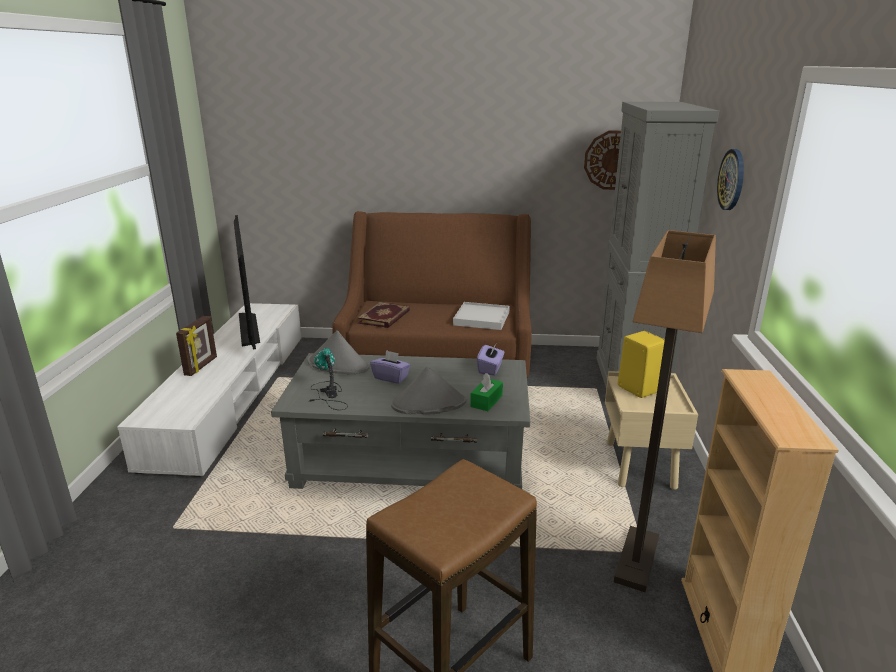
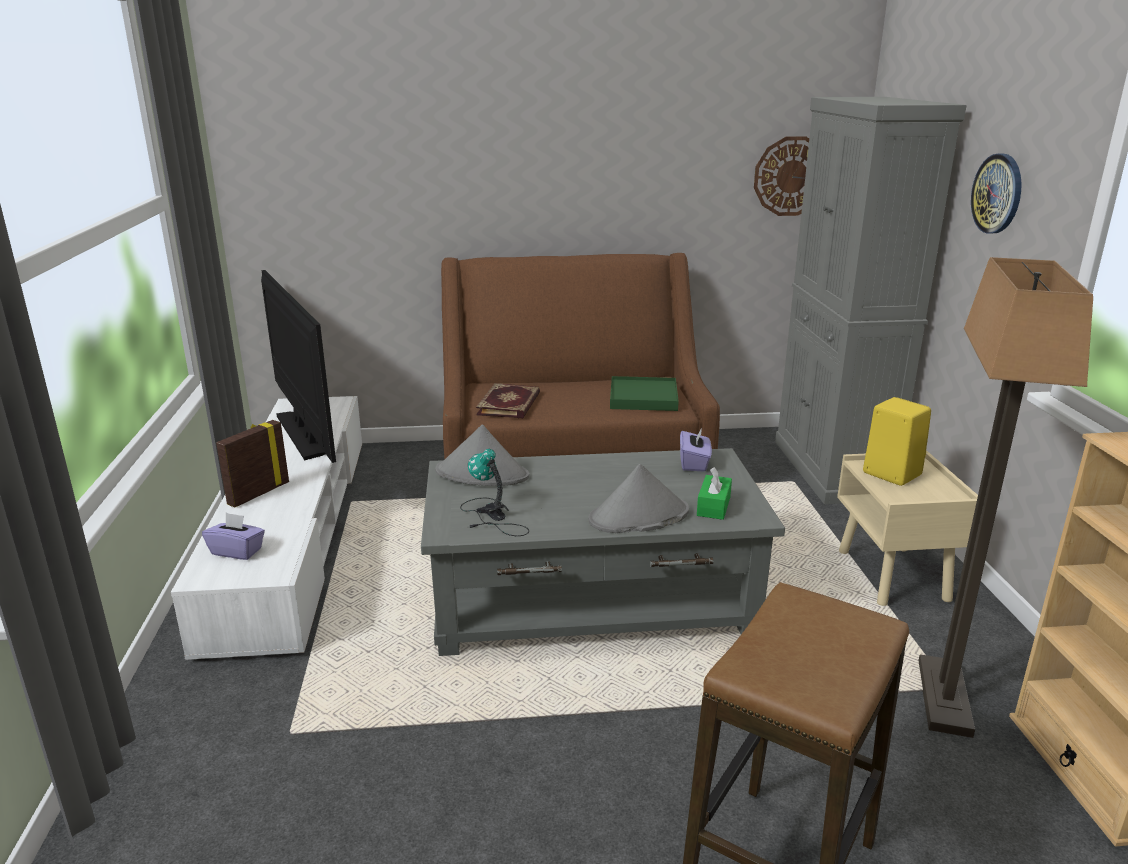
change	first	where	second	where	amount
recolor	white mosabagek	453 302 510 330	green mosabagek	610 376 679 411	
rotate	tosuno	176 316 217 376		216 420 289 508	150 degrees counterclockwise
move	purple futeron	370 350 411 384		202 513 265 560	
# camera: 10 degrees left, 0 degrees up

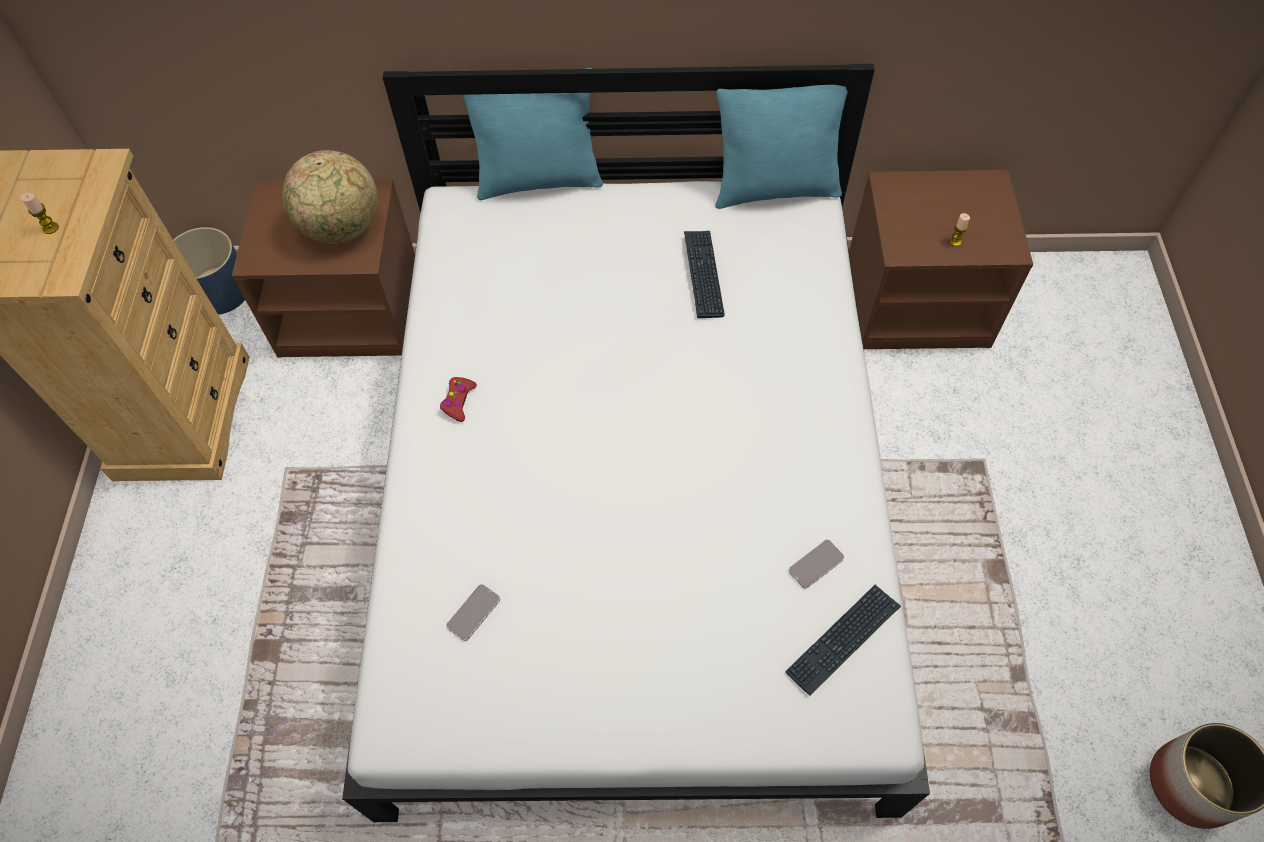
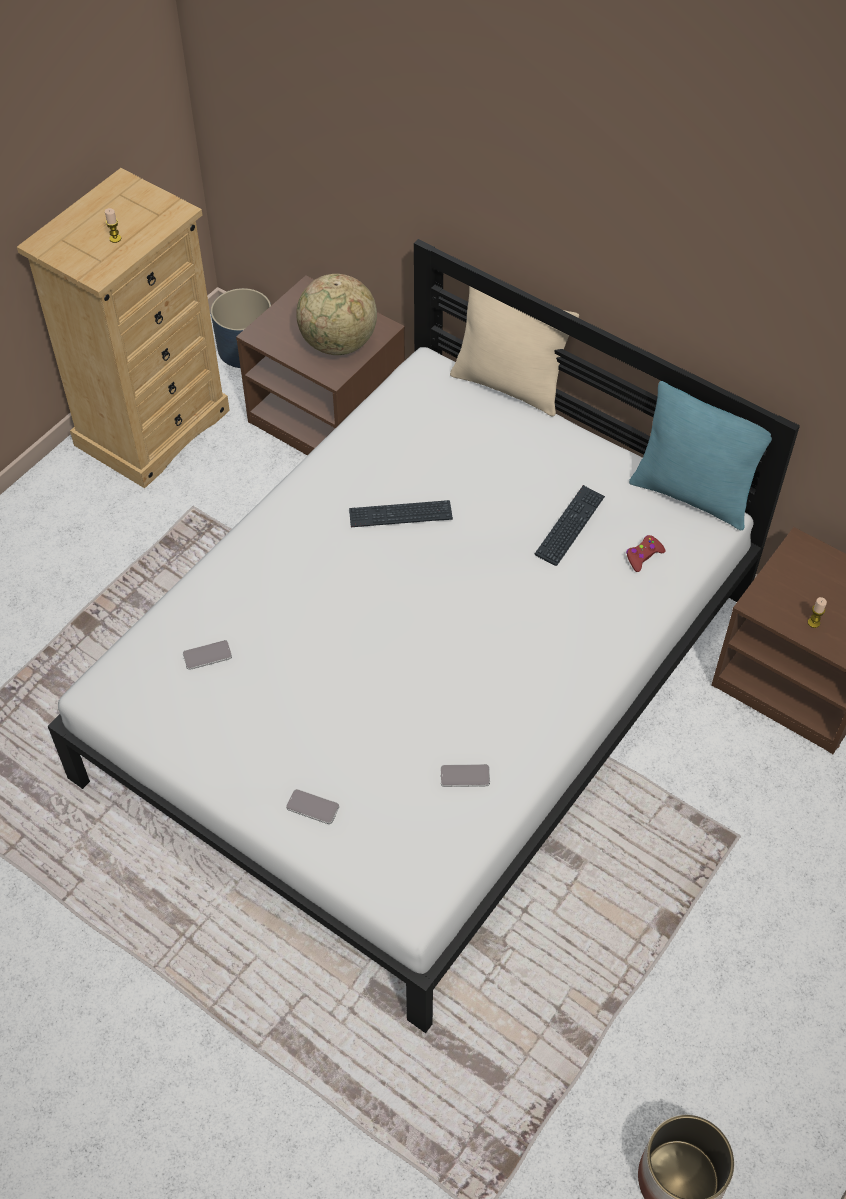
change	first	where	second	where	amount
recolor	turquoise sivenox	463 68 603 200	beige sivenox	450 286 579 416	
move	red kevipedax	440 377 477 422		626 535 666 572	
move	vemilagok	785 585 901 696		349 500 453 527	
insert			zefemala	286 789 339 824	
# camera: 35 degrees right, 5 degrees down

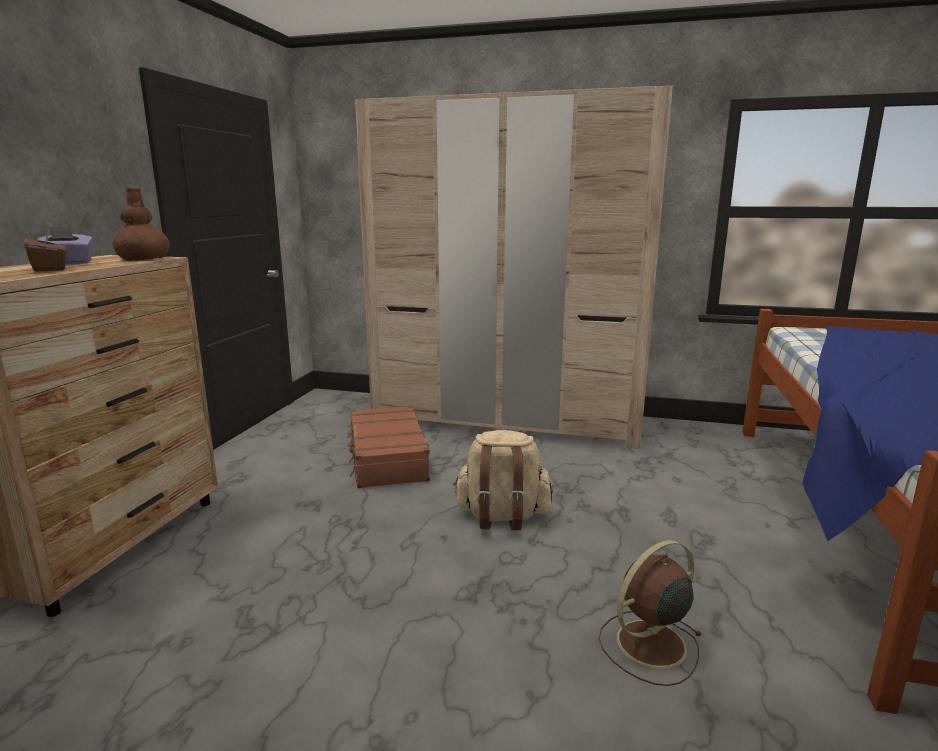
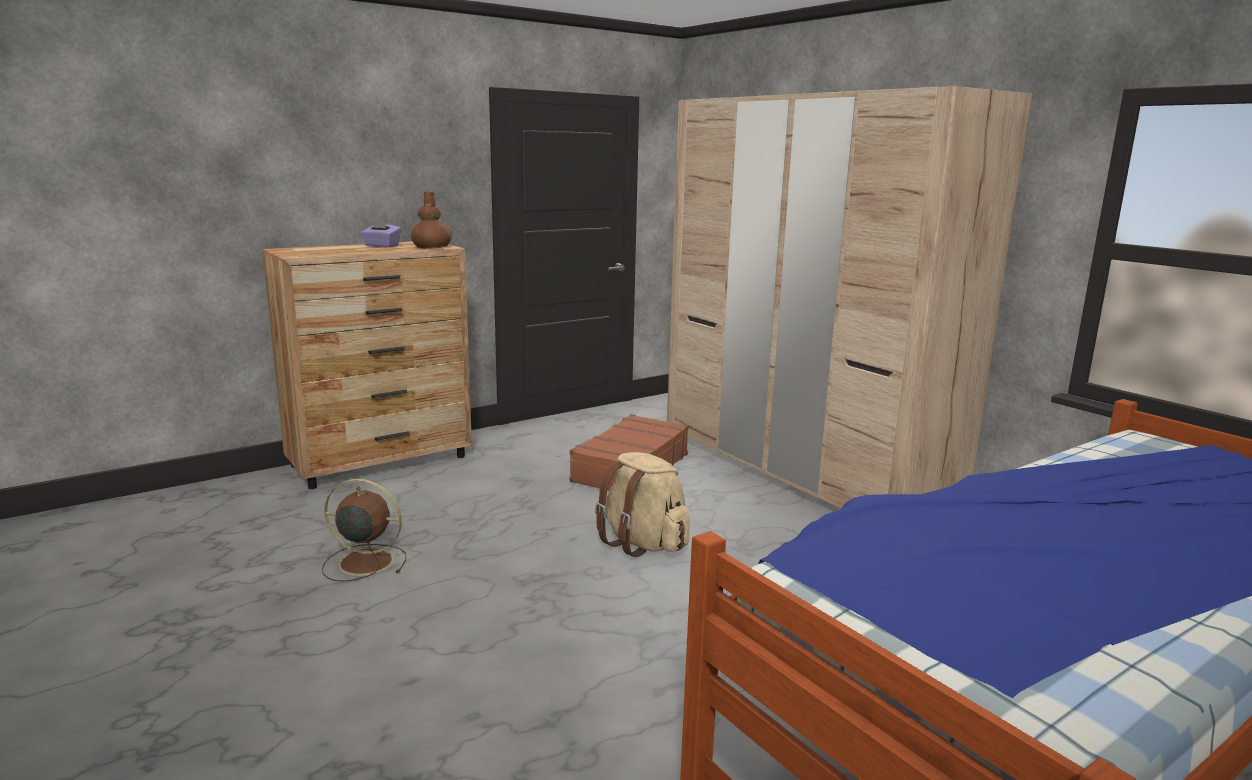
change	first	where	second	where	amount
delete	brown futeron	24 229 67 272			
move	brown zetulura	599 540 702 686		322 479 406 582	
# camera: 40 degrees right, 0 degrees up

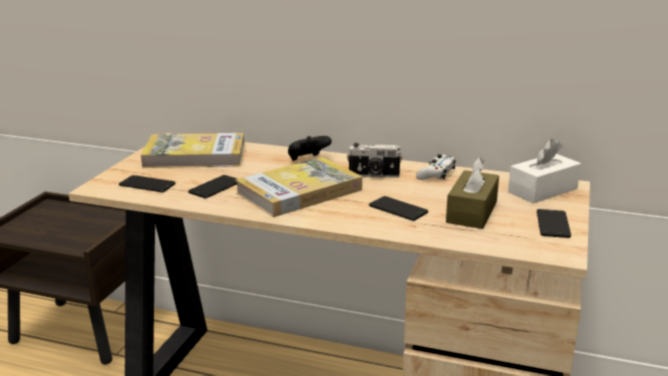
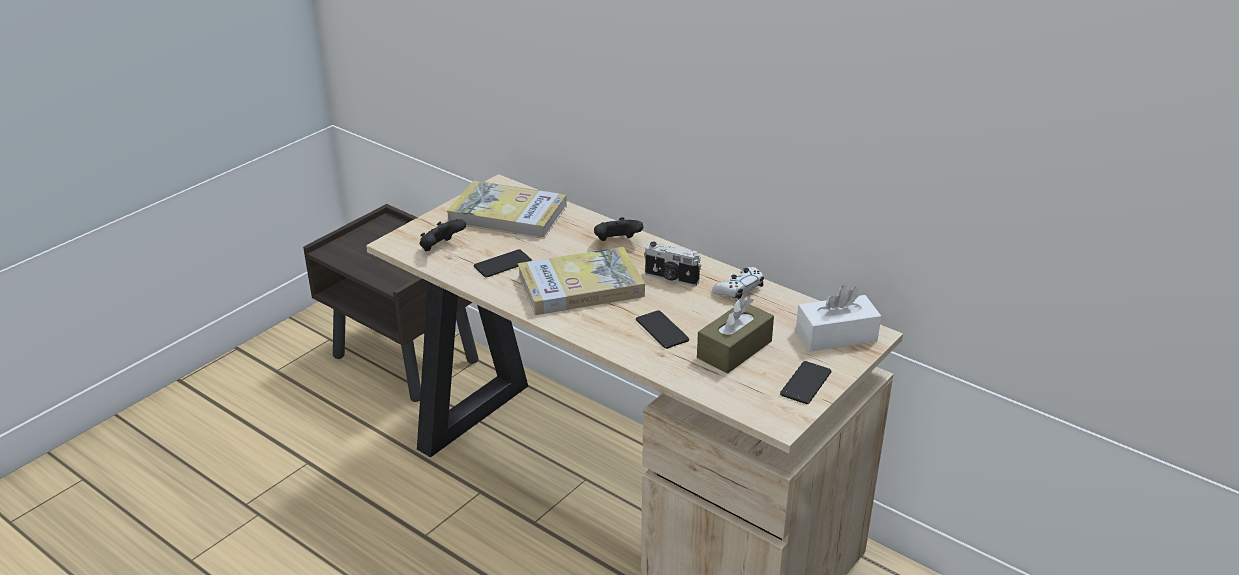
change	first	where	second	where	amount
replace	zefemala	119 175 176 193	black kevipedax	419 219 466 251	
# camera: 20 degrees right, 10 degrees up

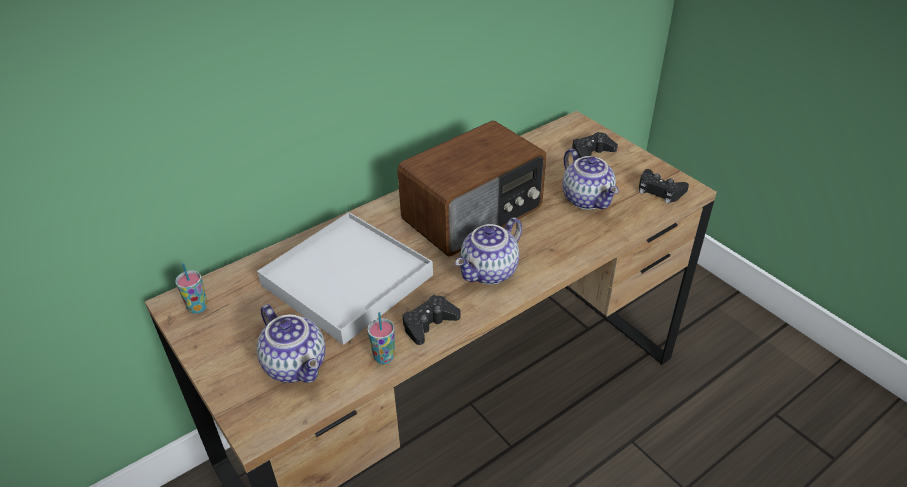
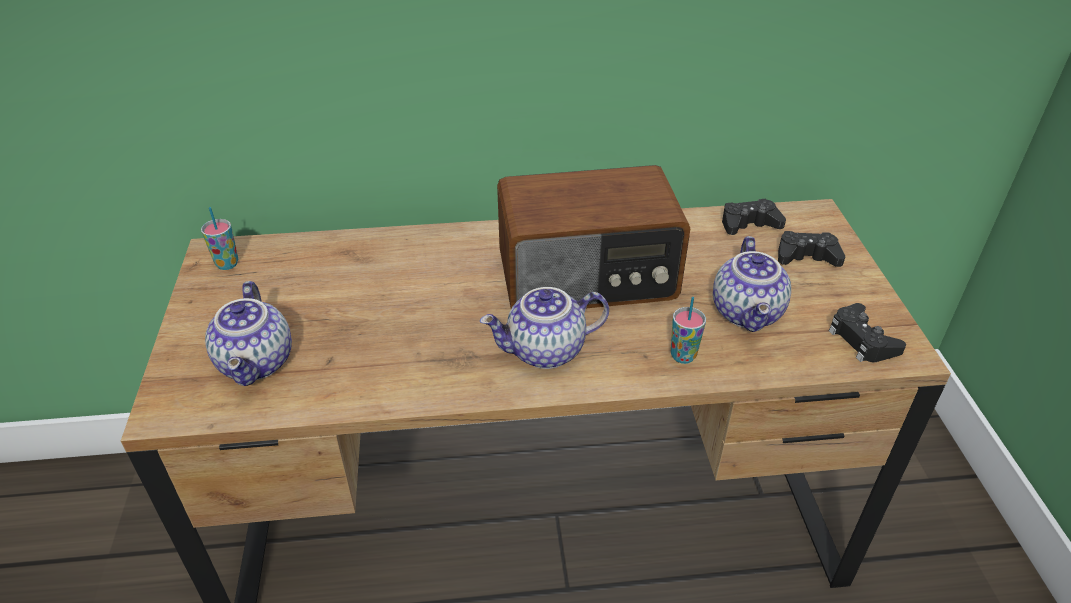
change	first	where	second	where	amount
delete	white mosabagek	257 212 433 345			
move	black kevipedax	403 295 461 345		722 199 786 235	
move	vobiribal	367 312 395 364		671 297 706 364	
# camera: 30 degrees right, 0 degrees up

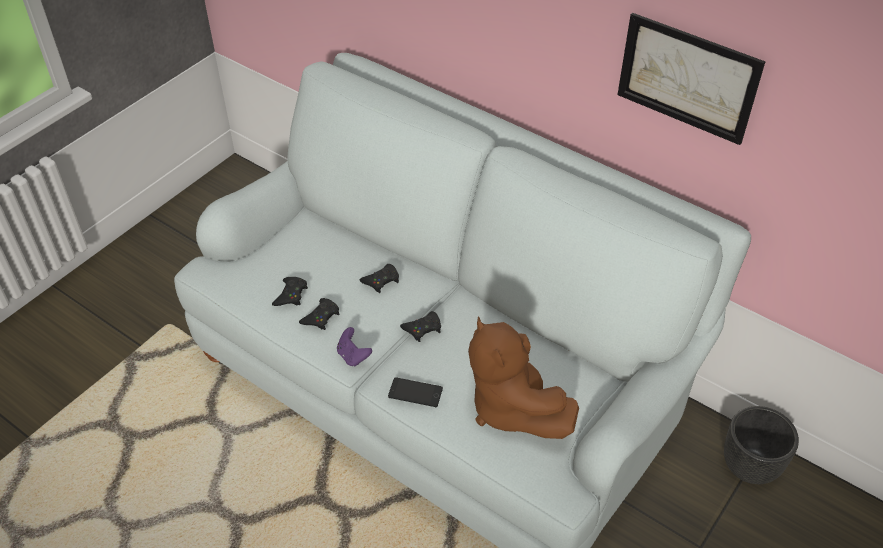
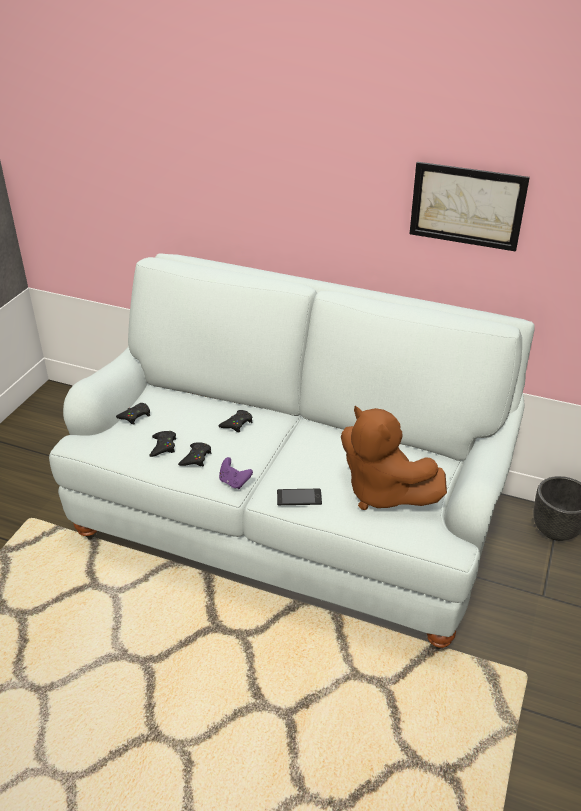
change	first	where	second	where	amount
move	black kevipedax	400 311 441 342		116 403 150 425	
# camera: 15 degrees left, 10 degrees down

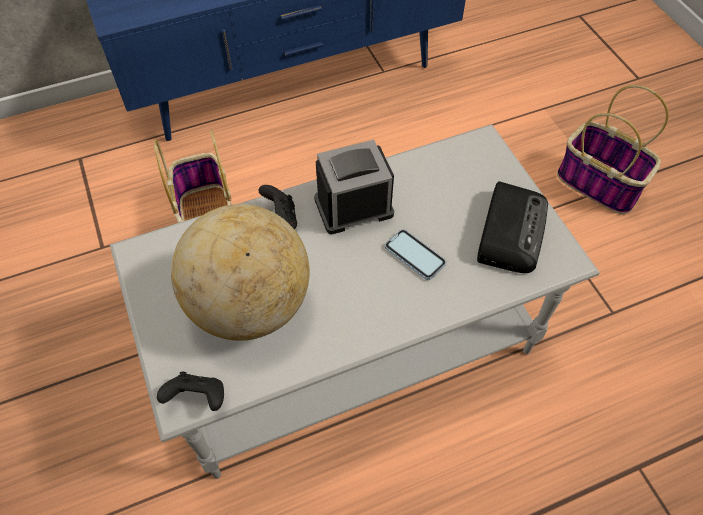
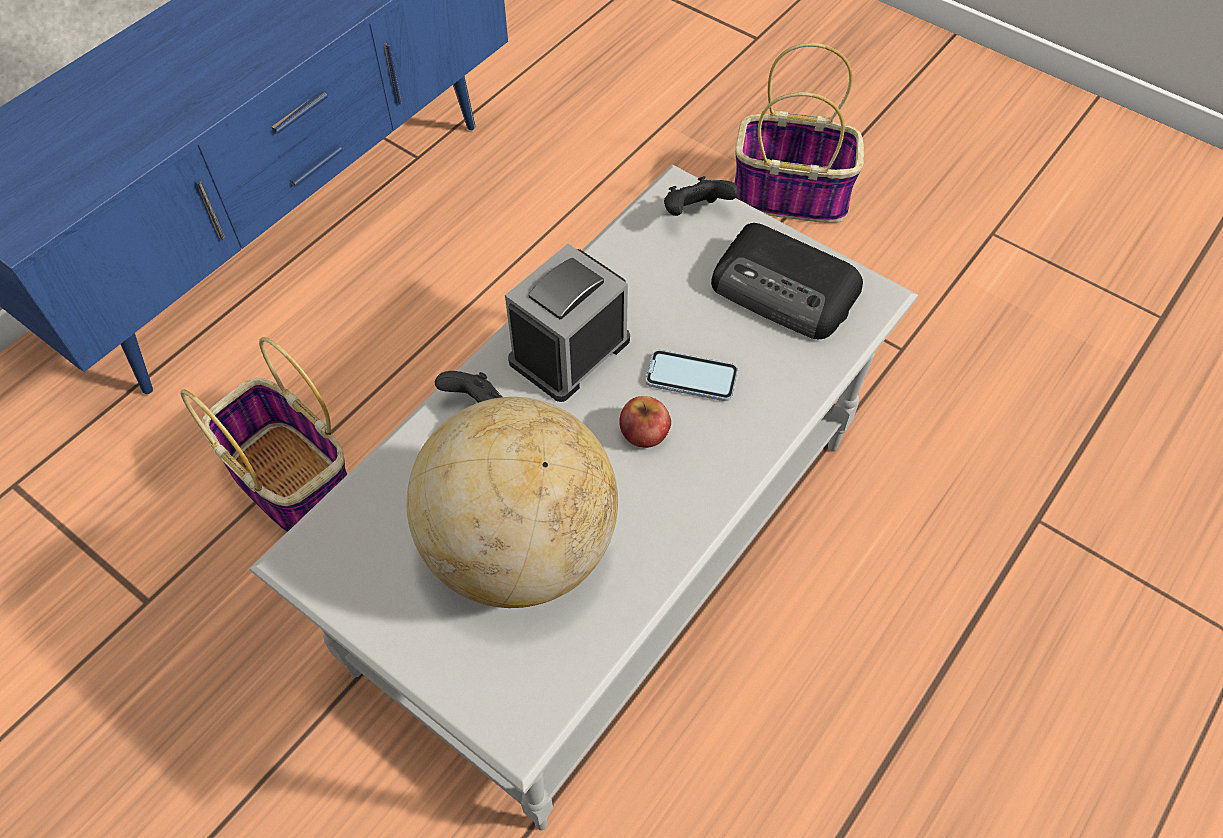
change	first	where	second	where	amount
rotate	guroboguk	477 181 548 273		711 223 863 339	135 degrees clockwise
move	black kevipedax	157 372 224 411		664 176 739 216	
insert			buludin	619 396 671 448	
# camera: 30 degrees left, 0 degrees up

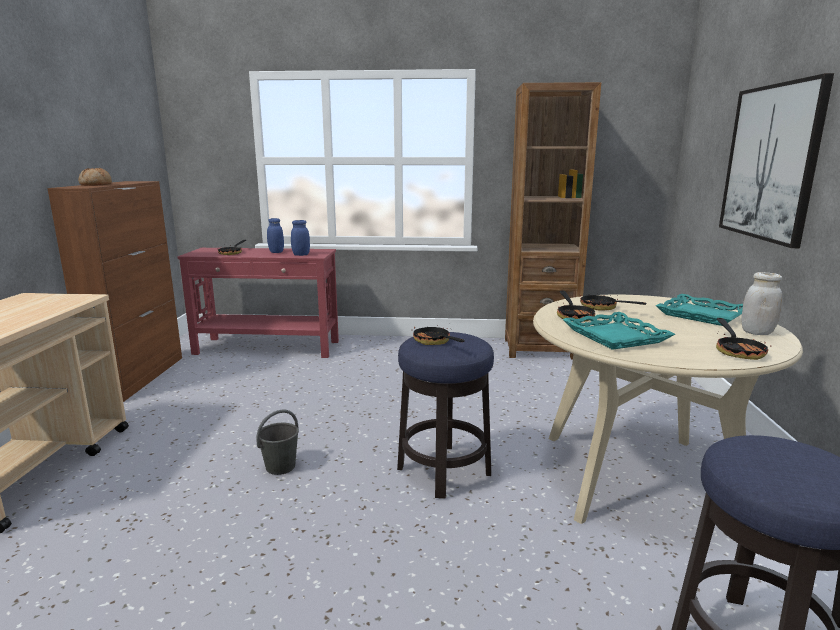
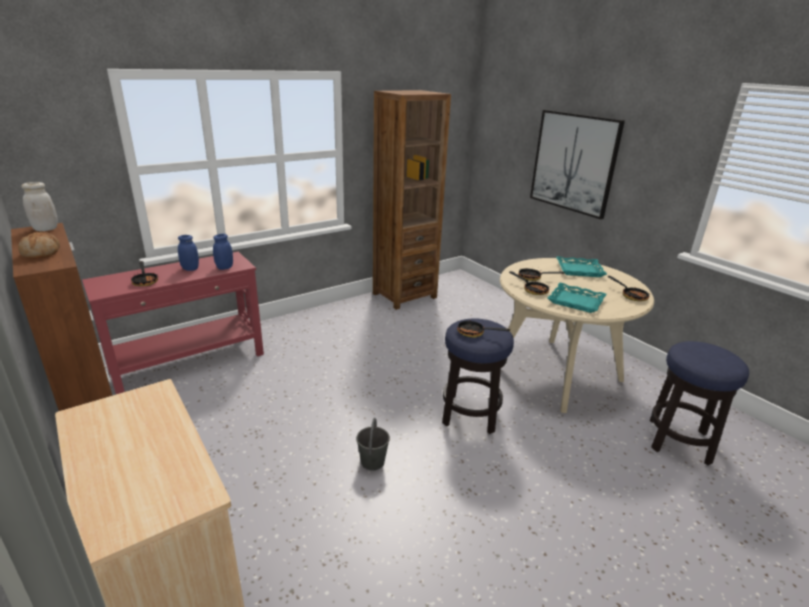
change	first	where	second	where	amount
move	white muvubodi	741 272 782 335		21 182 58 231	
# camera: 40 degrees left, 10 degrees up

